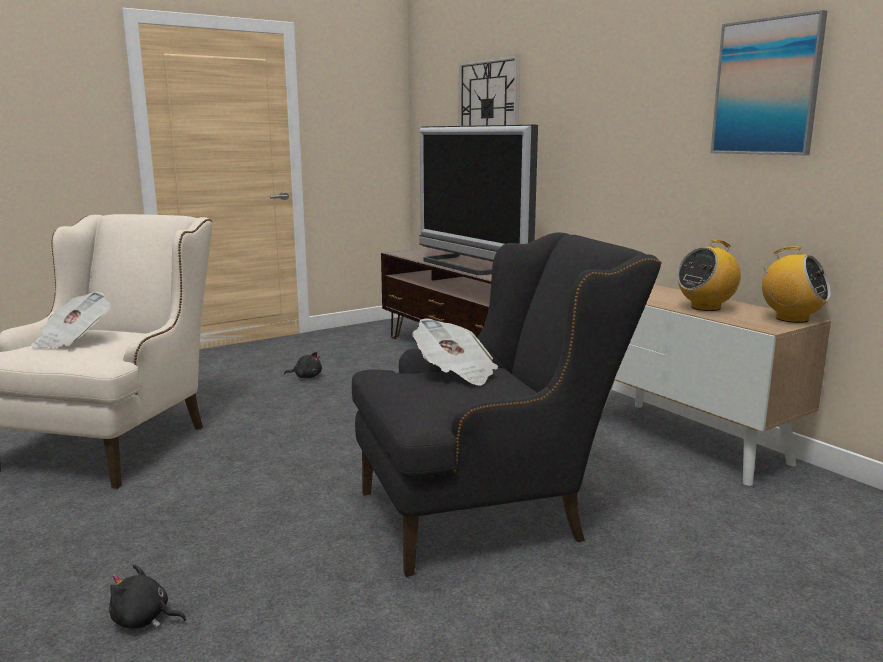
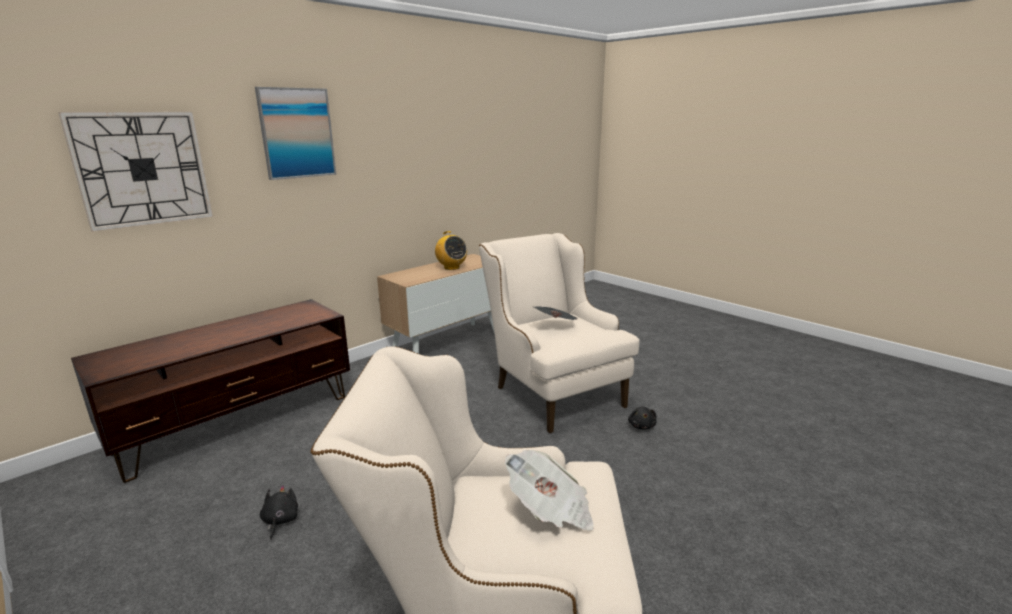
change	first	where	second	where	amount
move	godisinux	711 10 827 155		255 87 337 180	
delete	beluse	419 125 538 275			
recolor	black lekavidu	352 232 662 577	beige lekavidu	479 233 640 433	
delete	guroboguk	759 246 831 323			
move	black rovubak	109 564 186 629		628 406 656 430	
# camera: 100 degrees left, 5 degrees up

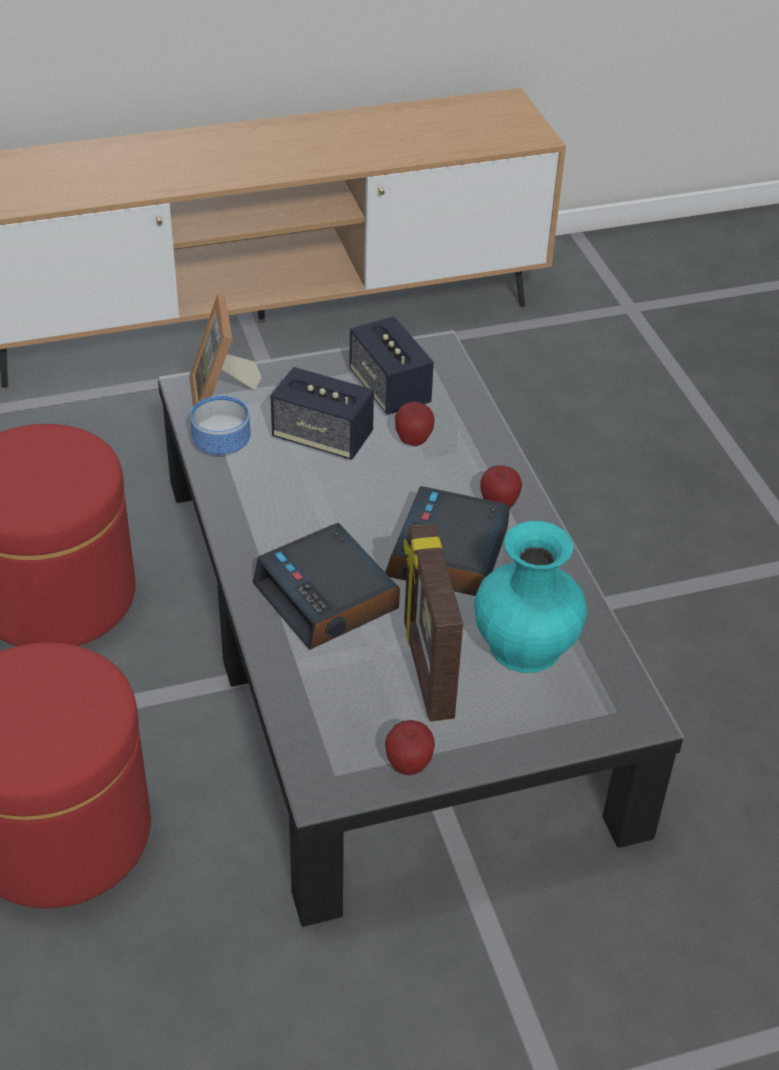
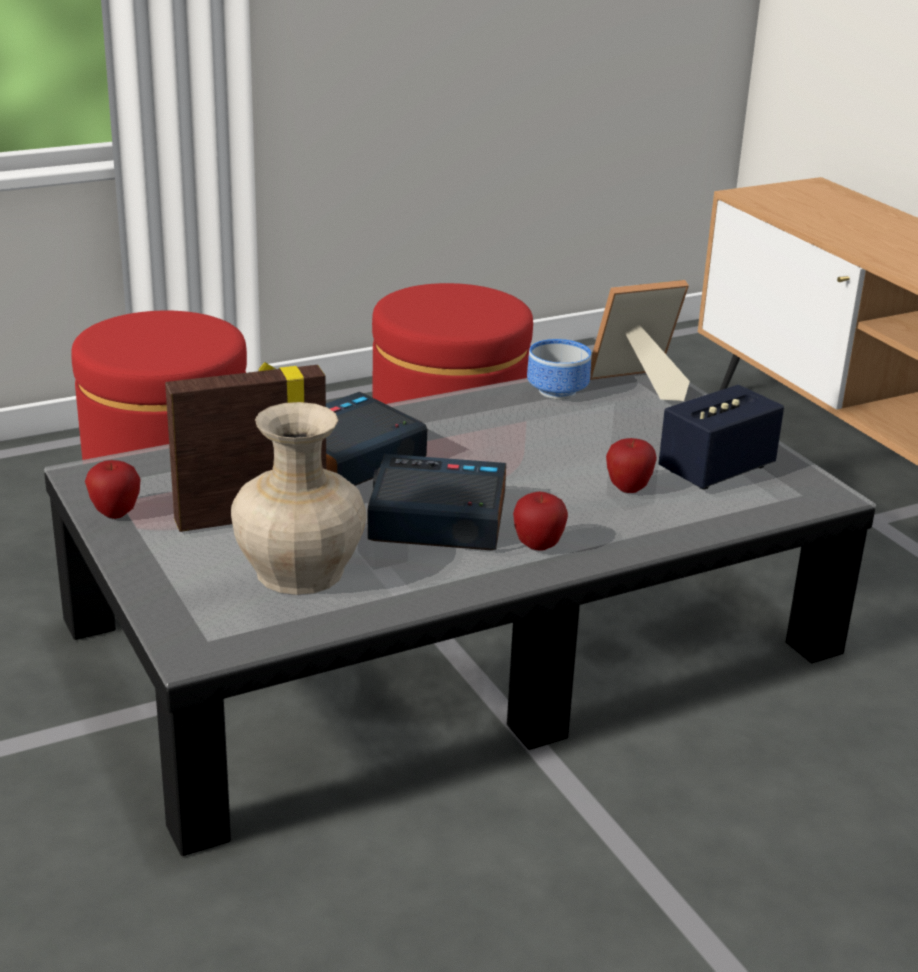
change	first	where	second	where	amount
delete	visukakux	271 367 374 460			
recolor	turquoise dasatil	474 521 587 673	beige dasatil	231 402 366 595	
# camera: 80 degrees right, 15 degrees down

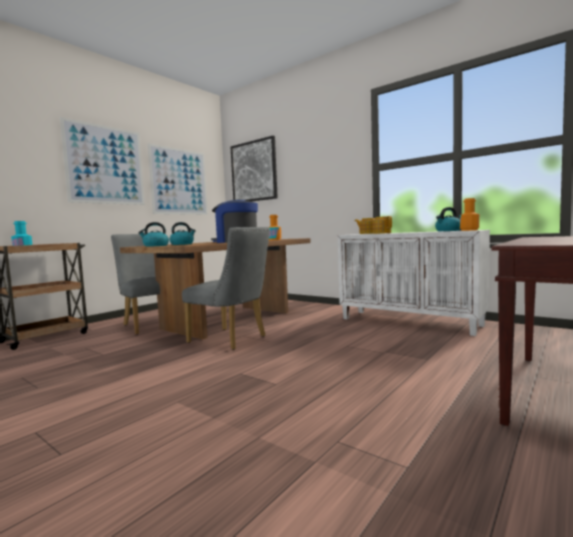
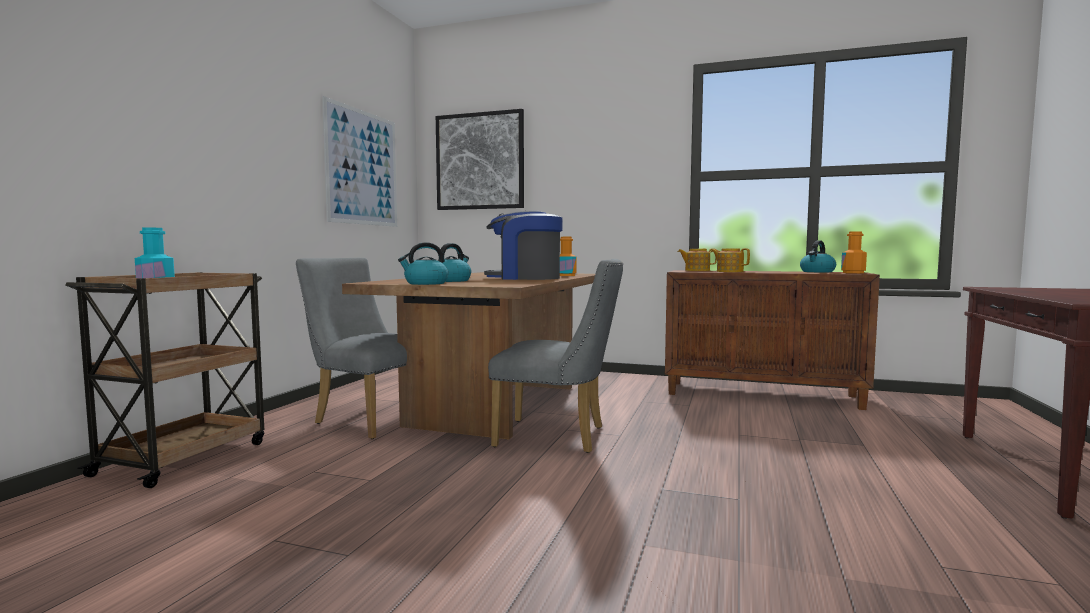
change	first	where	second	where	amount
delete	godisinux	60 117 145 205			
recolor	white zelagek	338 230 490 336	brown zelagek	665 270 880 410	
# camera: 20 degrees left, 0 degrees up

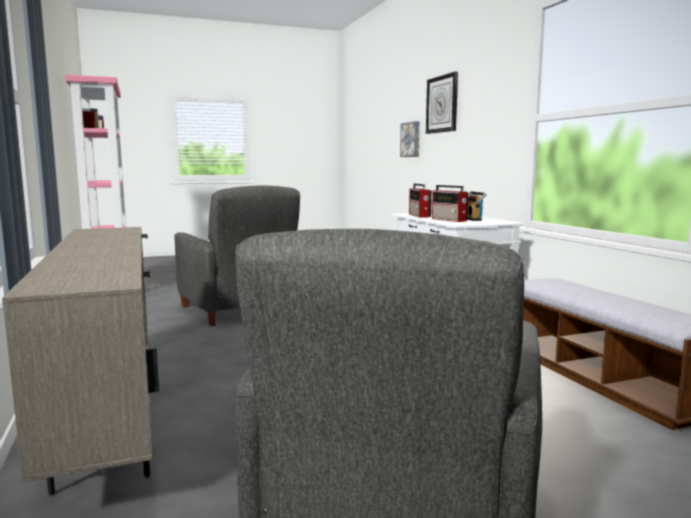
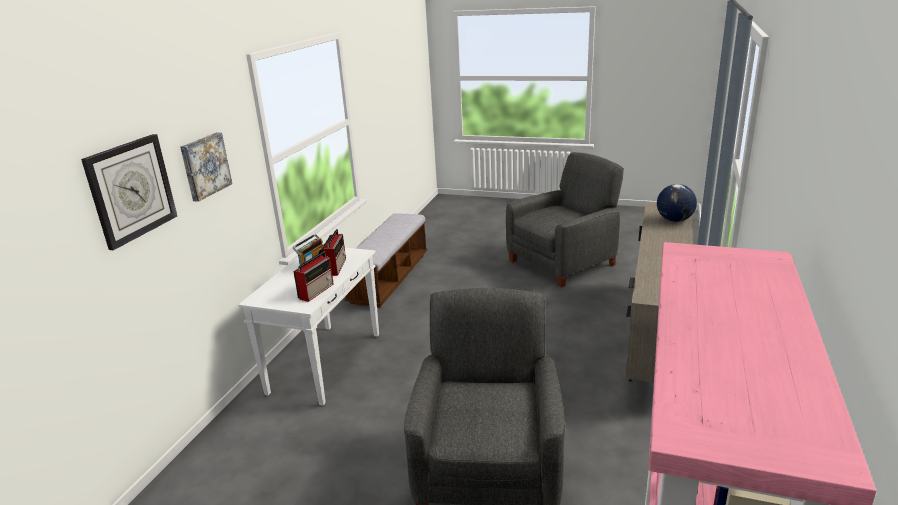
change	first	where	second	where	amount
move	godisinux	400 121 420 157		180 132 232 202	
insert			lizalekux	657 184 697 222	
# camera: 140 degrees left, 15 degrees up

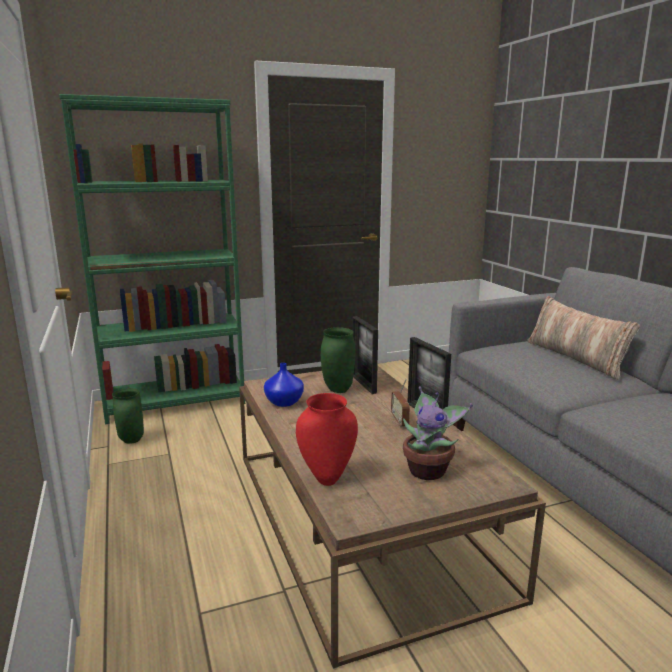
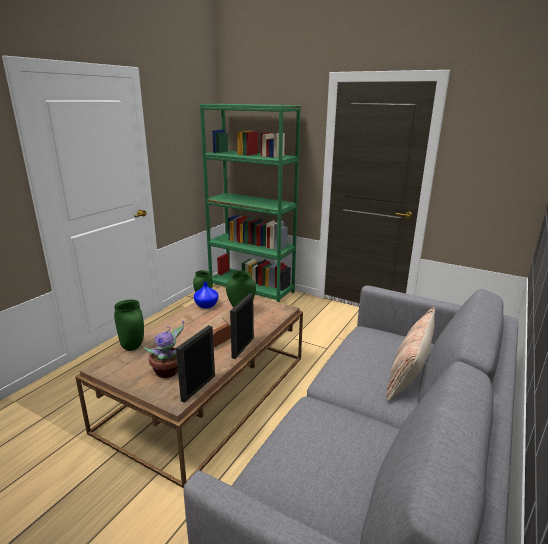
change	first	where	second	where	amount
move	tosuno	352 316 378 394		176 325 215 403	
recolor	red dasatil	296 393 358 486	green dasatil	114 300 144 351	
# camera: 50 degrees right, 5 degrees up

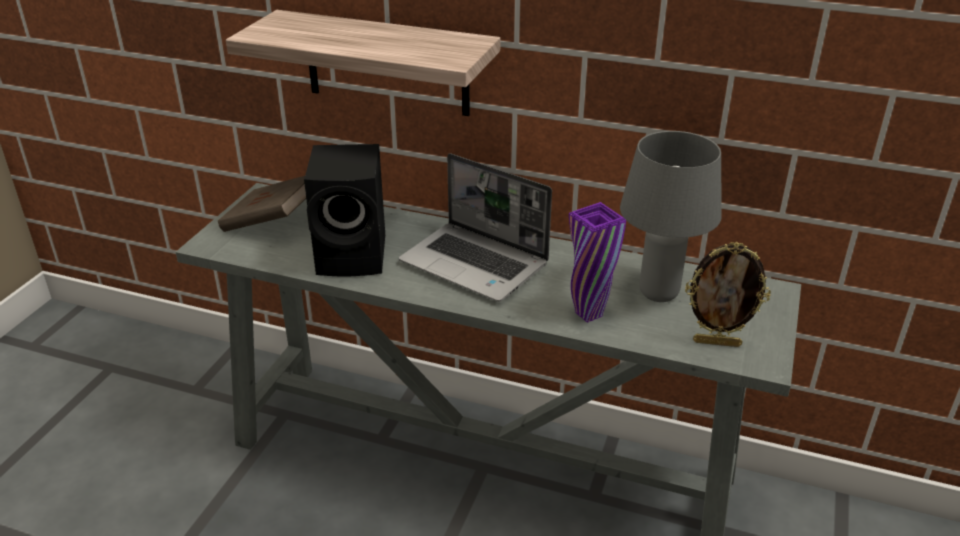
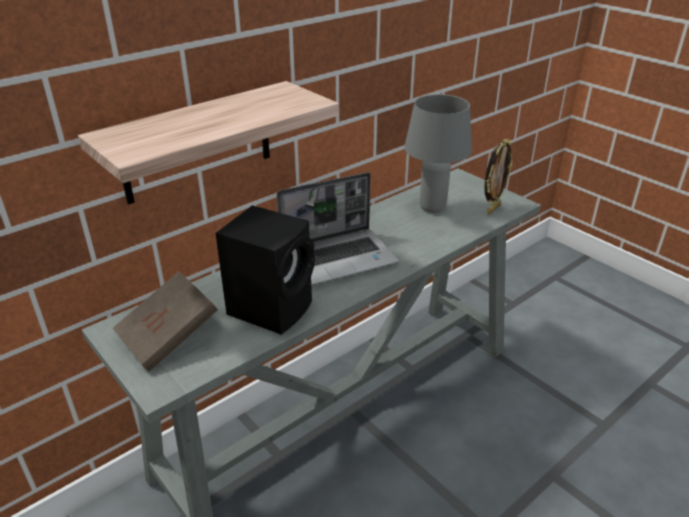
change	first	where	second	where	amount
delete	purple dasatil	569 202 626 323			
# camera: 60 degrees left, 0 degrees up

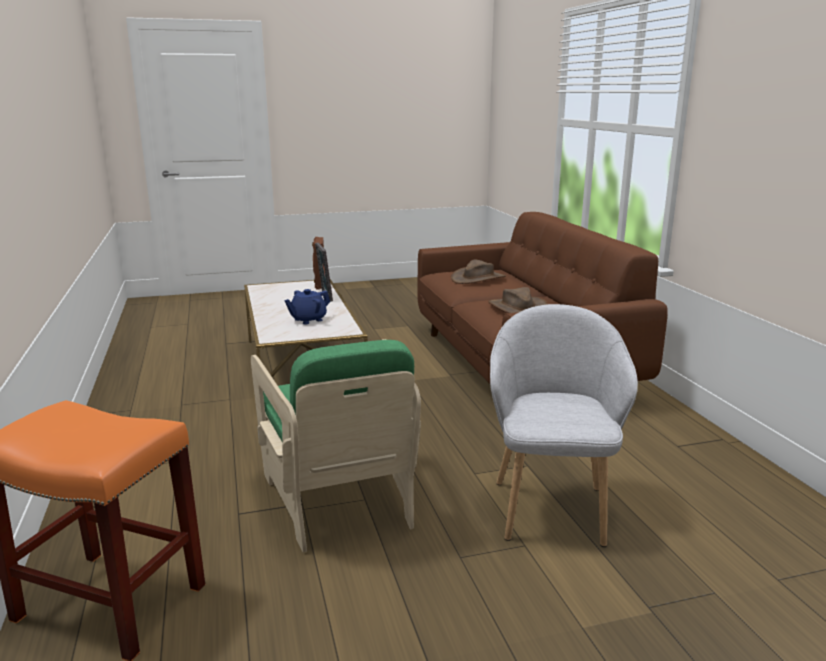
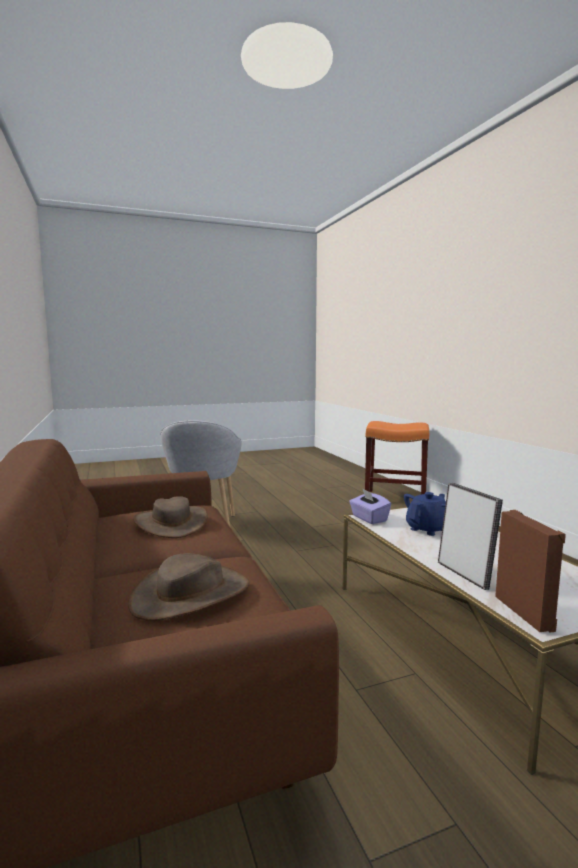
change	first	where	second	where	amount
delete	green lekavidu	251 339 421 553			
insert			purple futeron	349 488 391 524	
# camera: 175 degrees right, 10 degrees down

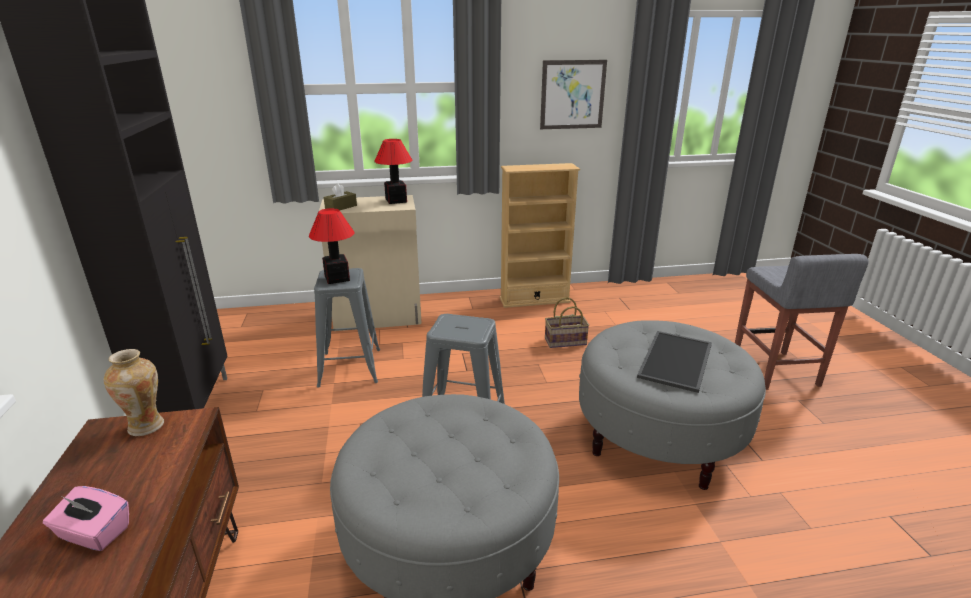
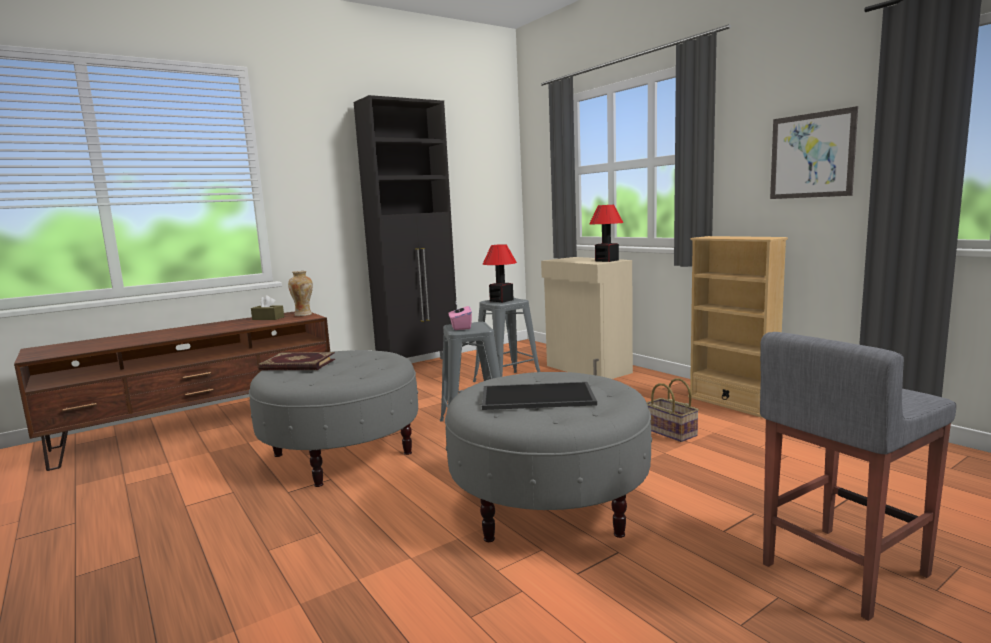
change	first	where	second	where	amount
move	brown futeron	324 183 357 210		251 295 284 320	
move	pink futeron	43 486 129 551		449 303 472 330	
insert			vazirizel	258 352 335 370	
# camera: 65 degrees right, 15 degrees down

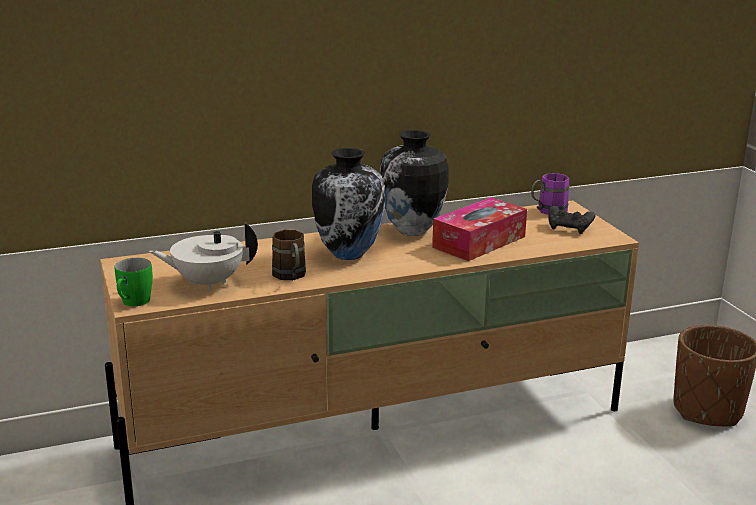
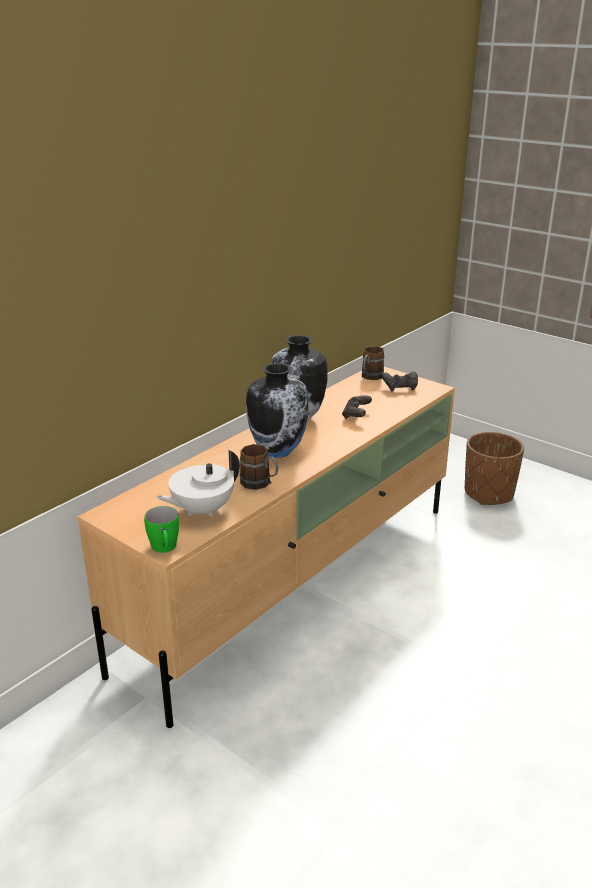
change	first	where	second	where	amount
recolor	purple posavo	531 173 570 215	brown posavo	362 346 384 380	
replace	futeron	432 197 527 261	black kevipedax	342 396 372 419	
# camera: 30 degrees left, 5 degrees up

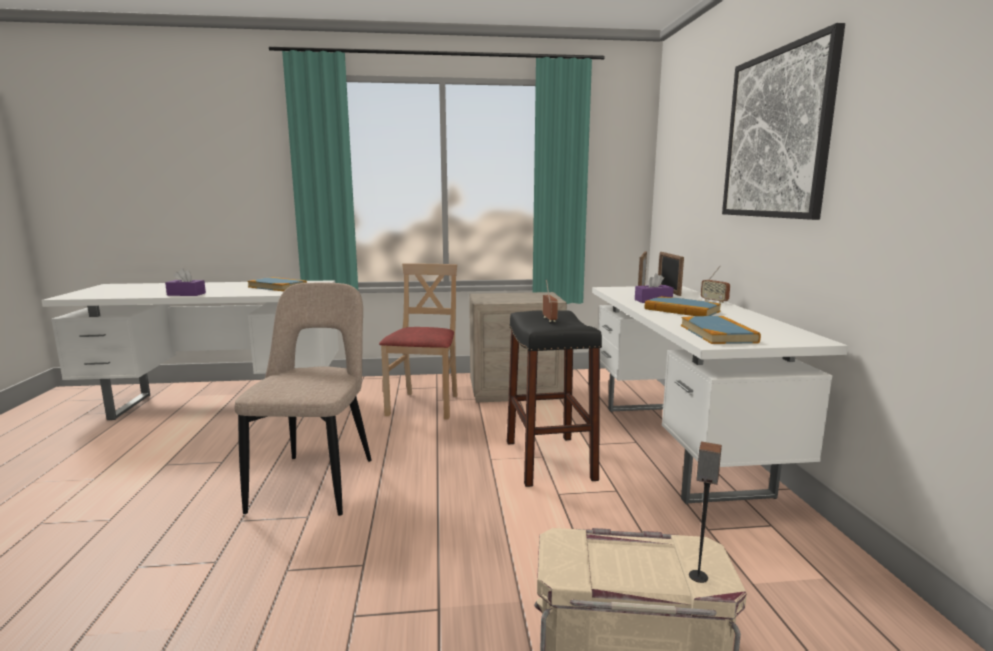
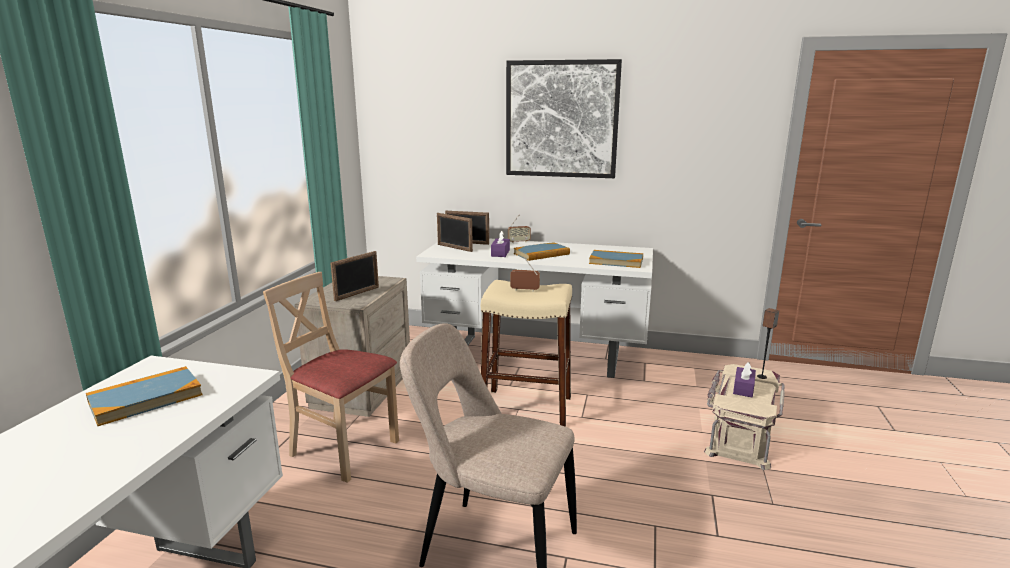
change	first	where	second	where	amount
move	purple futeron	165 268 206 296		733 362 756 397	
recolor	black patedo	507 310 602 487	beige patedo	481 280 572 427	
insert			tosuno	330 251 379 301	
# camera: 70 degrees left, 5 degrees up

